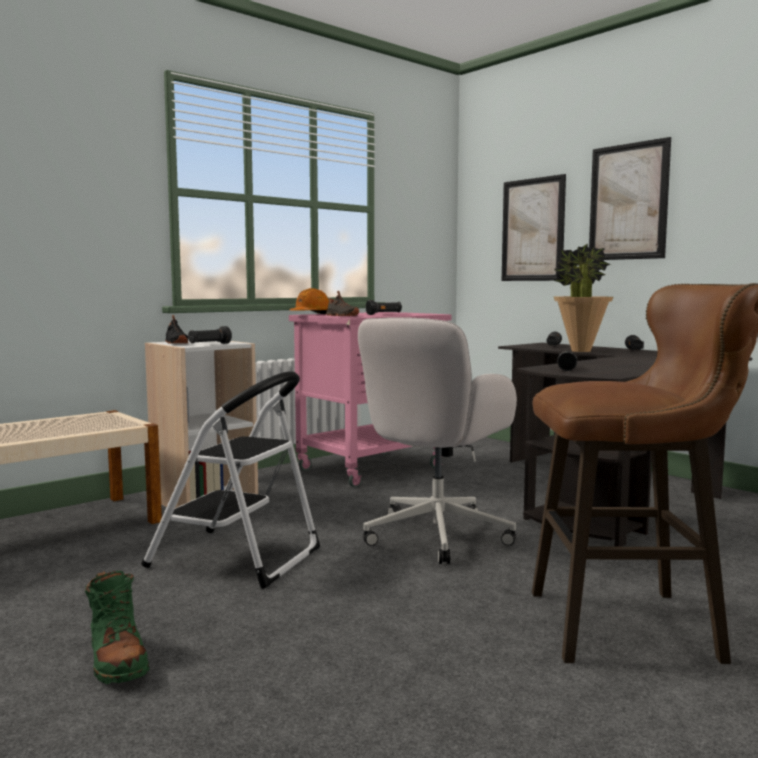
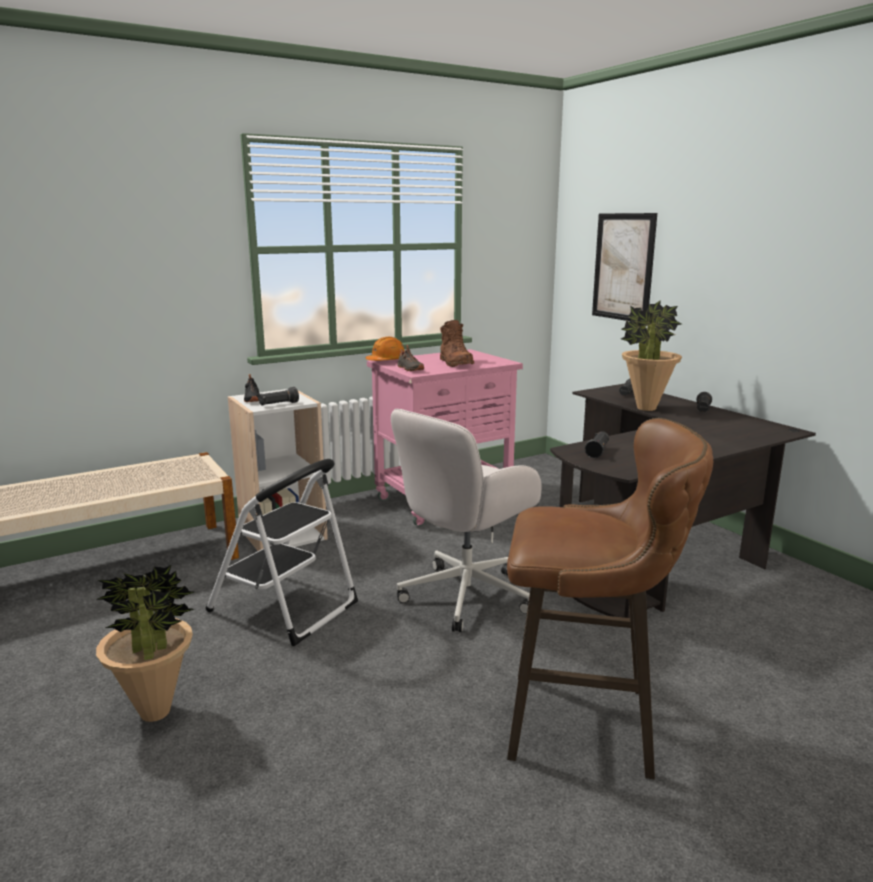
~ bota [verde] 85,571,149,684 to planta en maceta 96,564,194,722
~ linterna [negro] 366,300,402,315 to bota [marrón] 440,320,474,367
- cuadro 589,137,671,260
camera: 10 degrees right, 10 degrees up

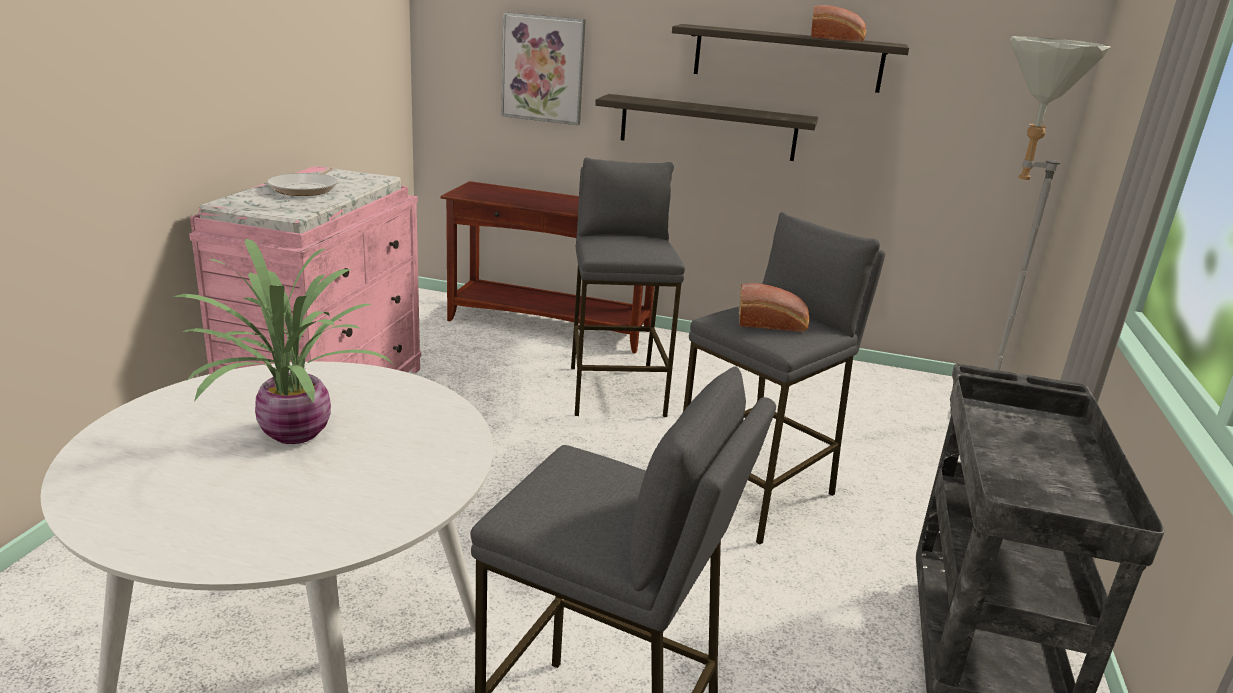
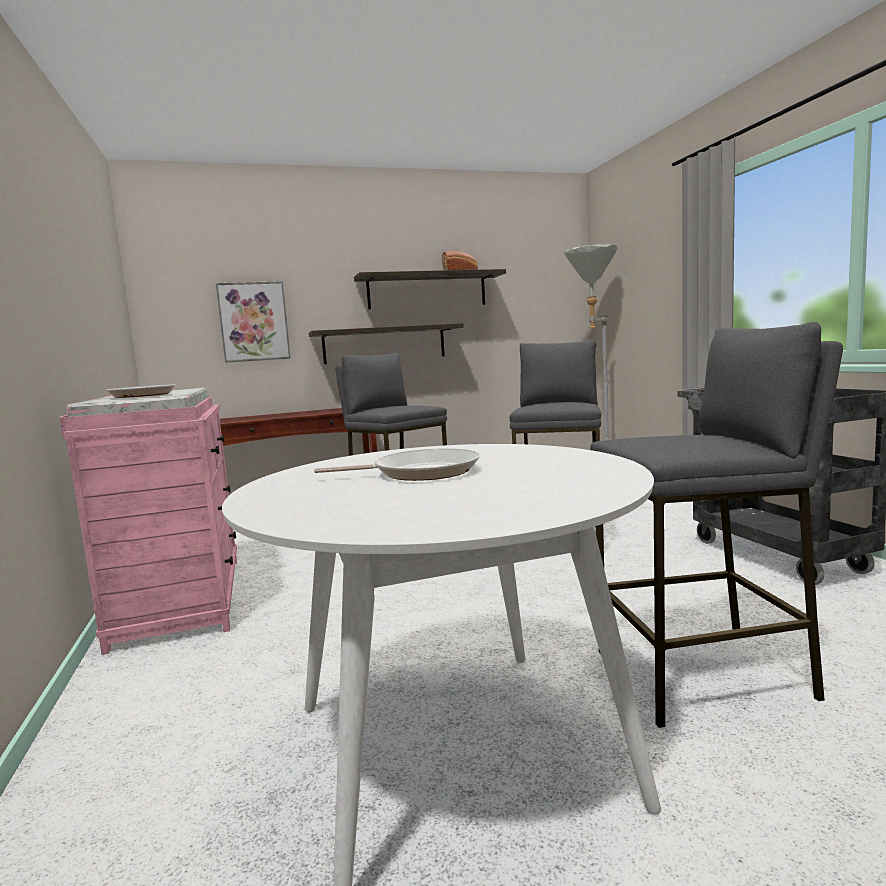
~ planta en maceta 172,238,395,444 to sartén 314,449,480,481
- pan 738,283,809,332
camera: 30 degrees left, 15 degrees down

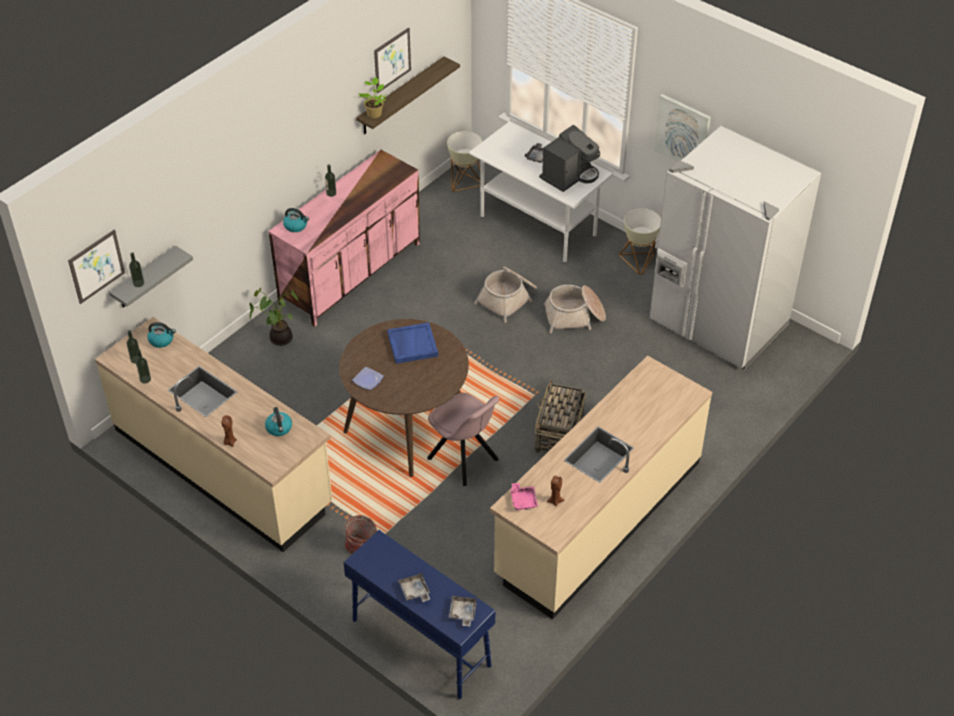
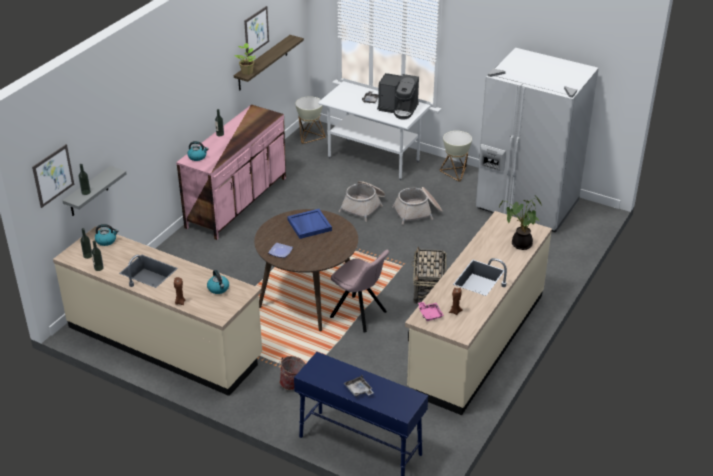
~ cafetera 539,125,600,192 = 377,73,419,119 75 degrees clockwise
~ planta en maceta 249,288,299,346 to 499,196,542,250
- bandeja [gris] 448,596,477,626
- cuadro 654,94,711,162
camera: 10 degrees left, 10 degrees down

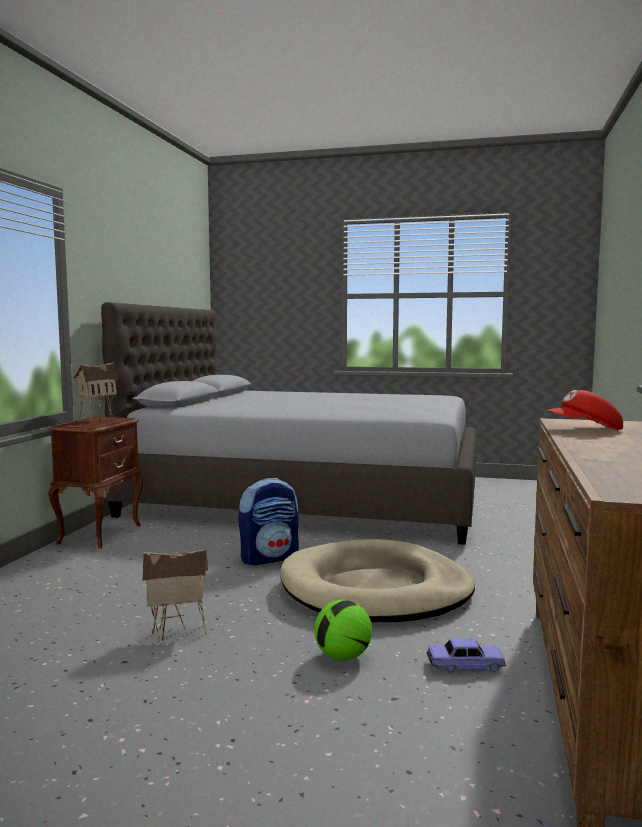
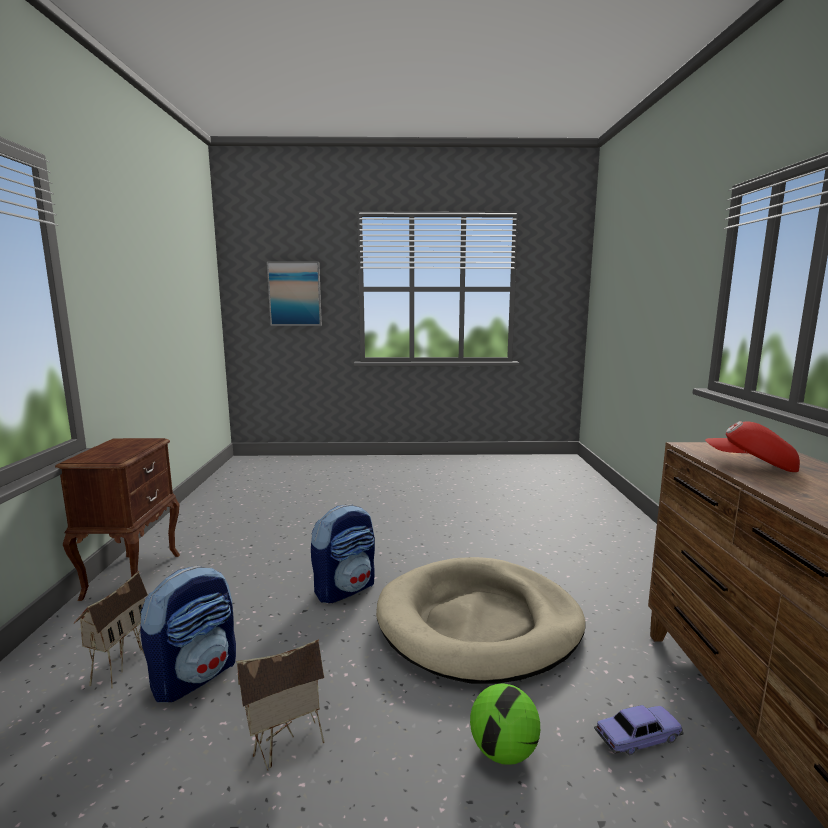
~ casita 73,362,118,423 to 74,571,148,688
+ mochila 140,566,236,702
+ cuadro 267,261,322,326
~ gorra [rojo] 547,390,623,430 = 705,421,800,472 45 degrees clockwise
- cama [gris] 101,302,477,545
camera: 15 degrees left, 5 degrees up

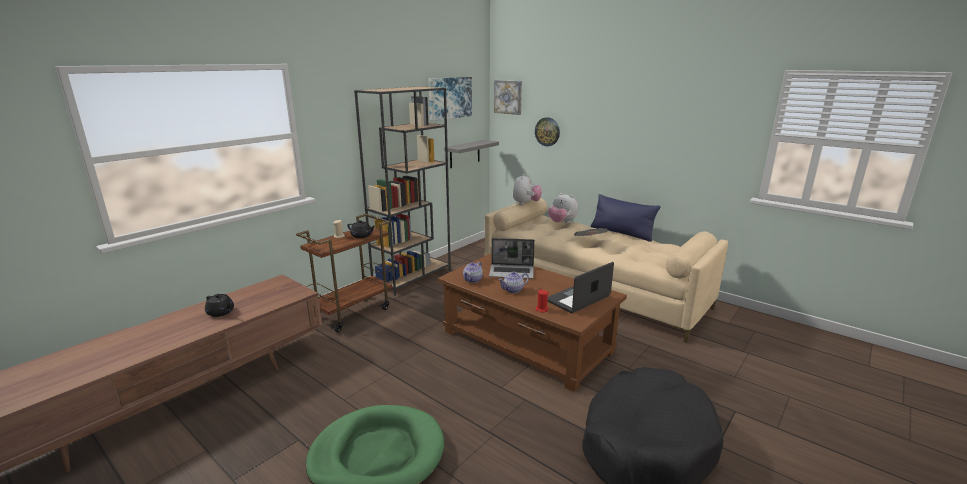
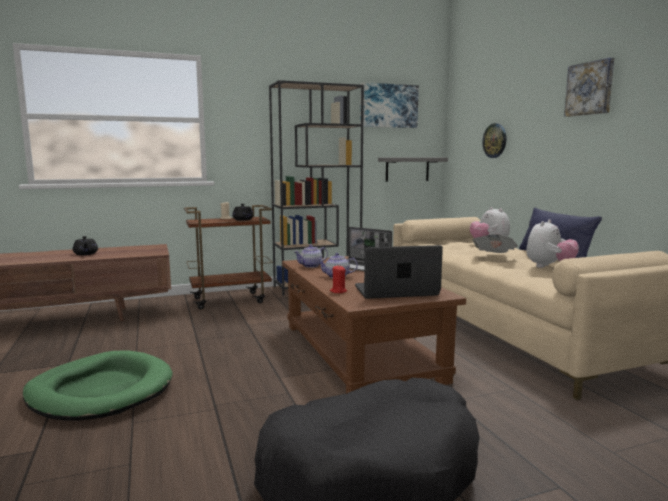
~ peluche 513,174,542,205 to 526,220,579,268
~ cuadro 494,80,522,115 to 564,57,614,117
camera: 30 degrees right, 10 degrees down

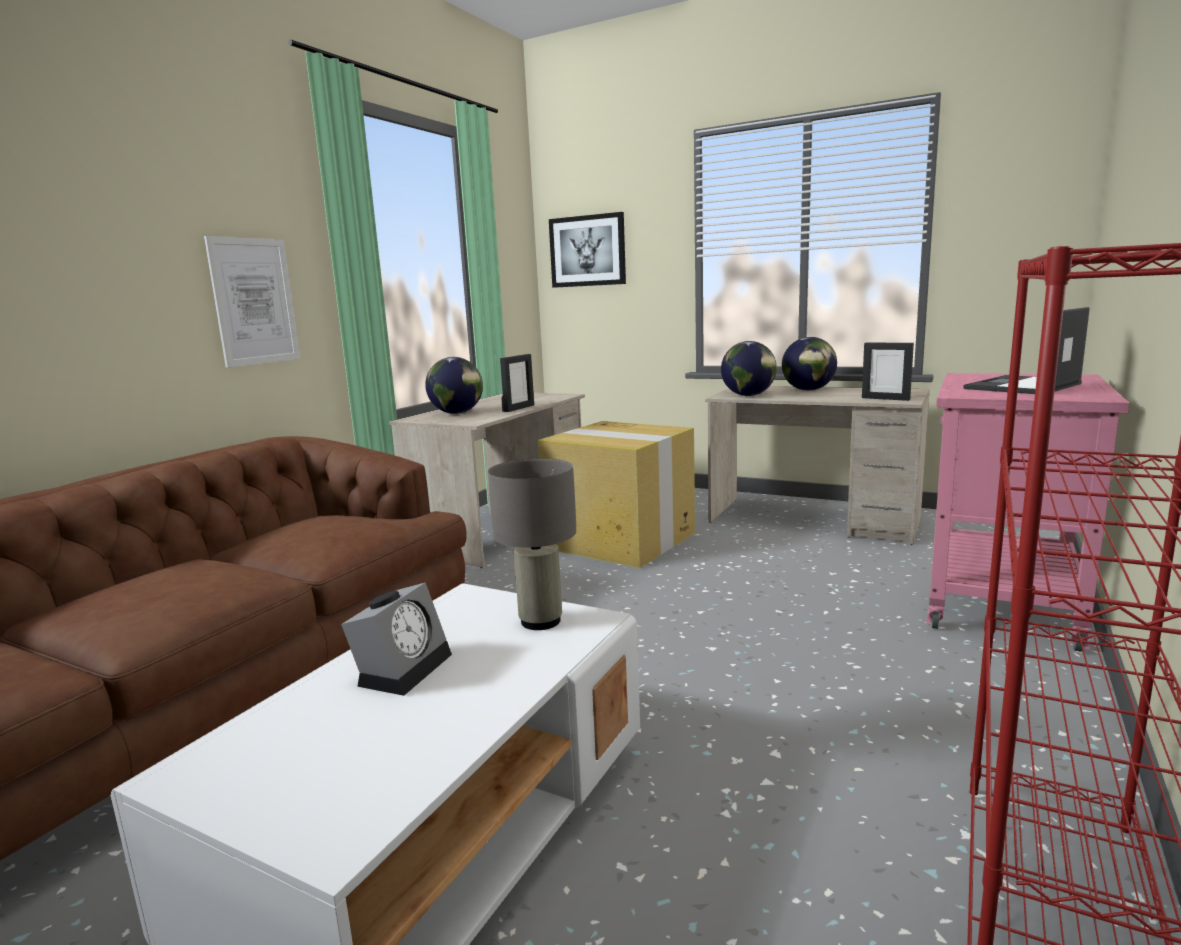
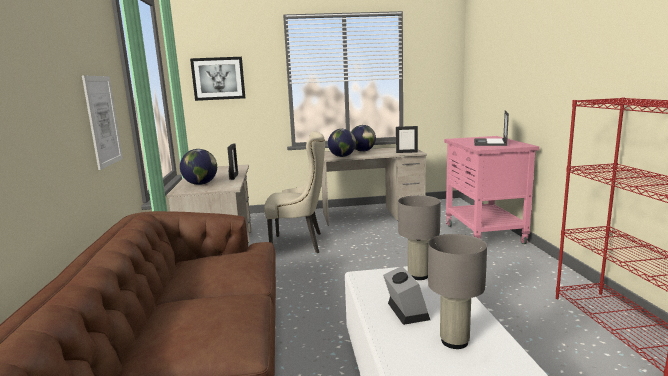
~ caja de cartón 538,421,695,568 to silla [beis] 264,131,325,253
+ lámpara de mesa [gris] 428,234,487,349
camera: 35 degrees left, 0 degrees up

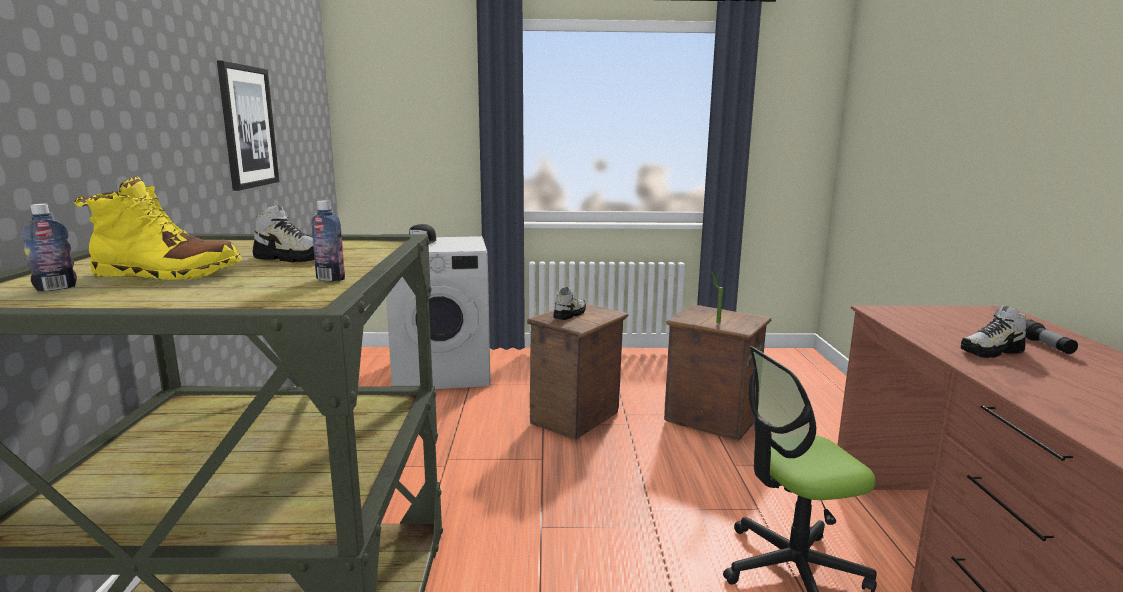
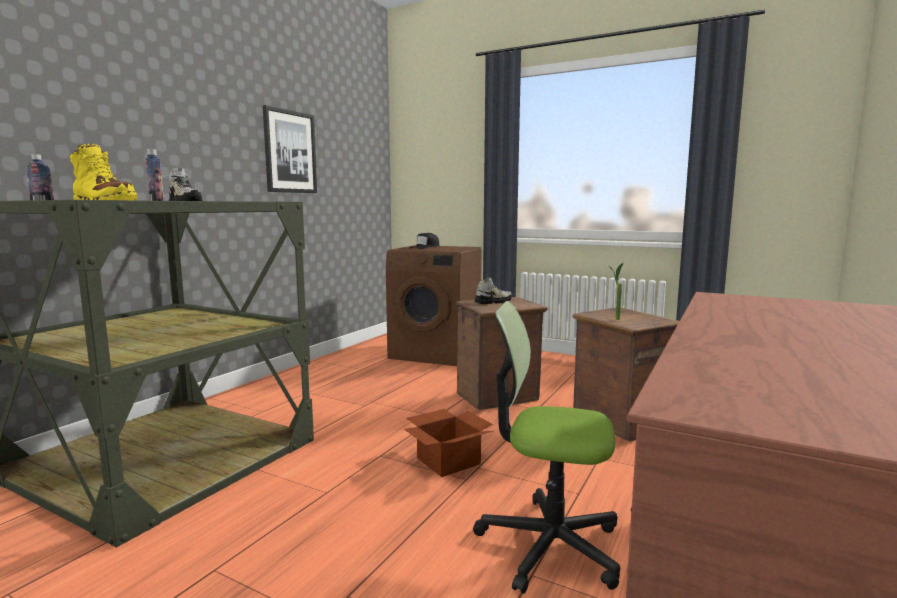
~ lavadora [blanco] 386,236,491,389 to lavadora [marrón] 386,245,481,366
+ caja de cartón 404,409,493,477
- zapato 961,305,1027,358
- linterna 1025,319,1078,354
camera: 30 degrees right, 5 degrees down

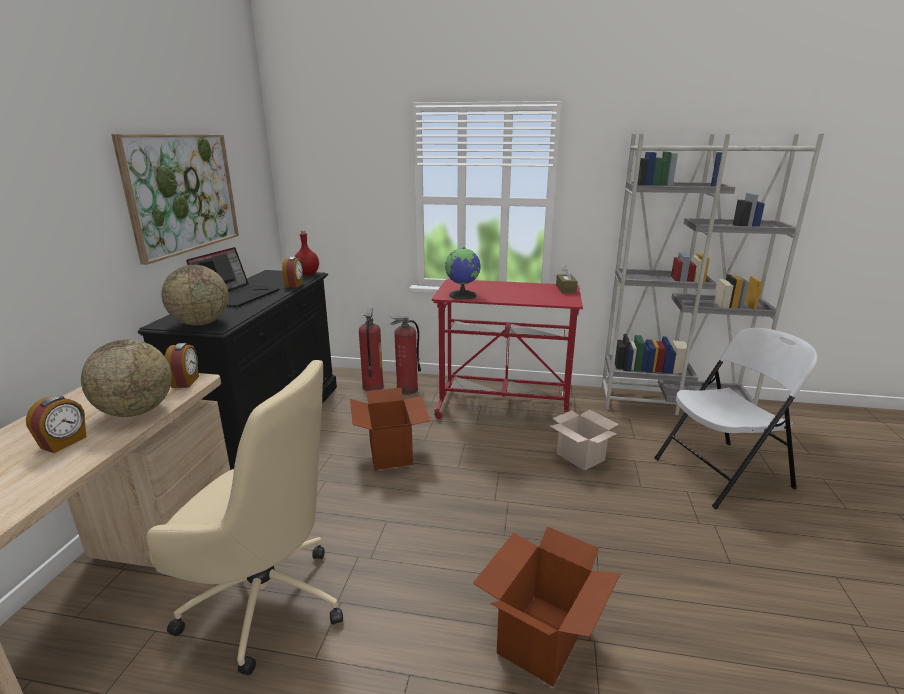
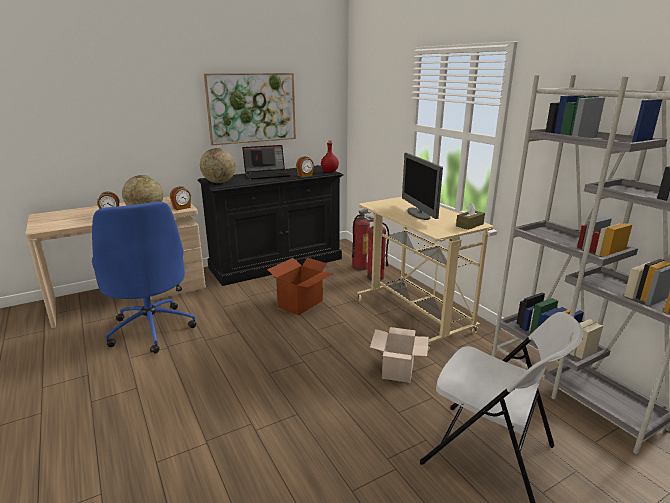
~ silla de oficina [beis] 147,360,343,675 to silla de oficina [azul] 92,202,196,354
~ escritorio [rojo] 432,279,583,419 to escritorio [beis] 357,197,493,351
+ monitor 402,153,443,220
- globo terráqueo 445,247,480,299
- caja de cartón 473,526,621,686
camera: 50 degrees right, 0 degrees up

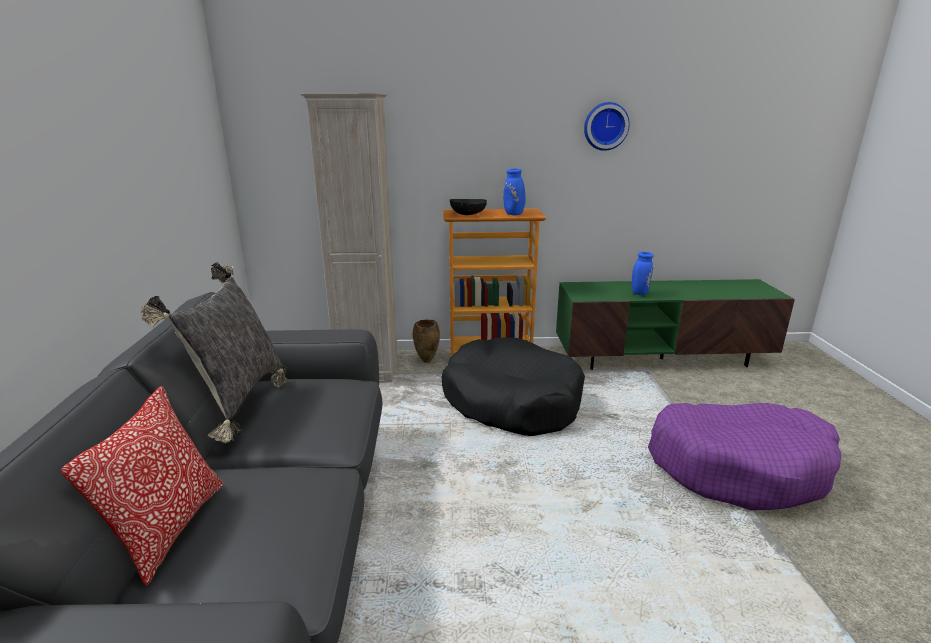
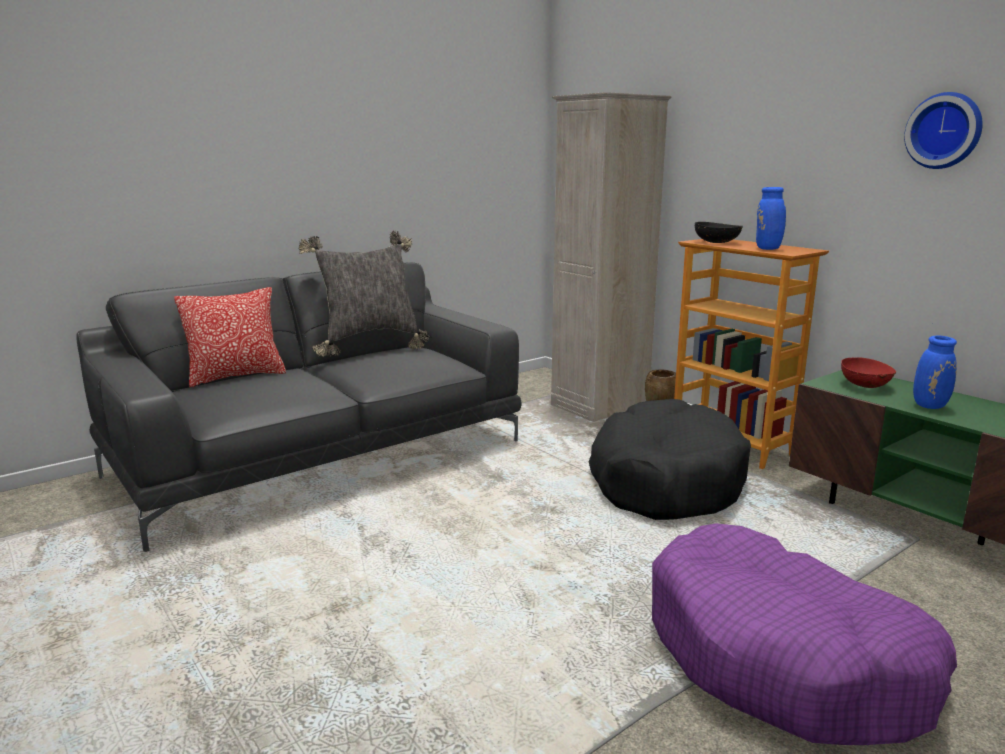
+ cuenco [rojo] 841,357,896,388
camera: 55 degrees right, 5 degrees down

